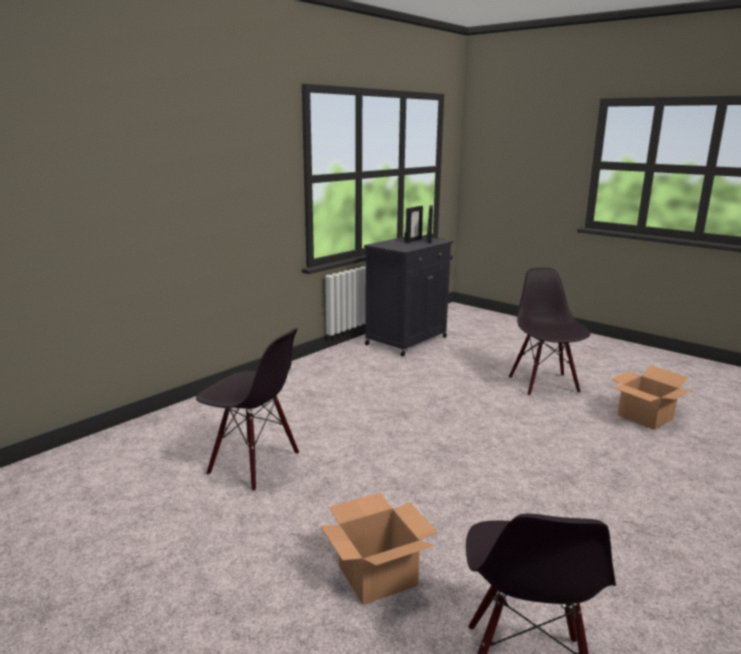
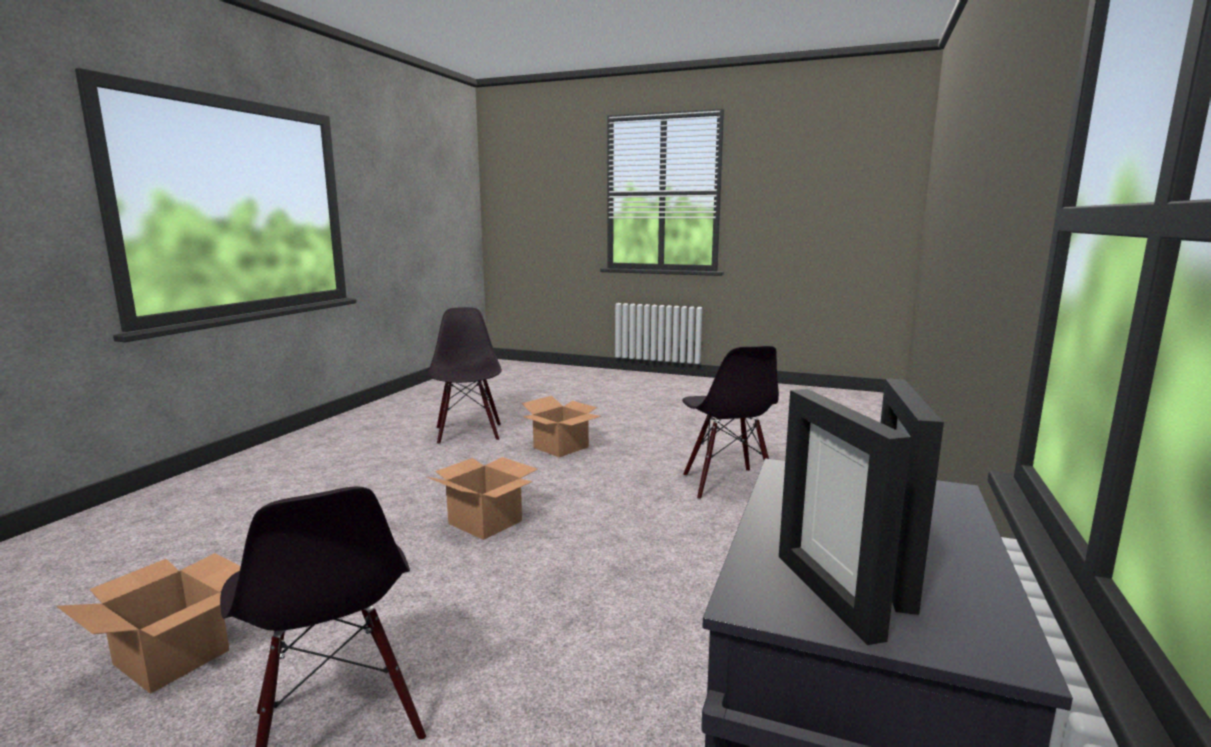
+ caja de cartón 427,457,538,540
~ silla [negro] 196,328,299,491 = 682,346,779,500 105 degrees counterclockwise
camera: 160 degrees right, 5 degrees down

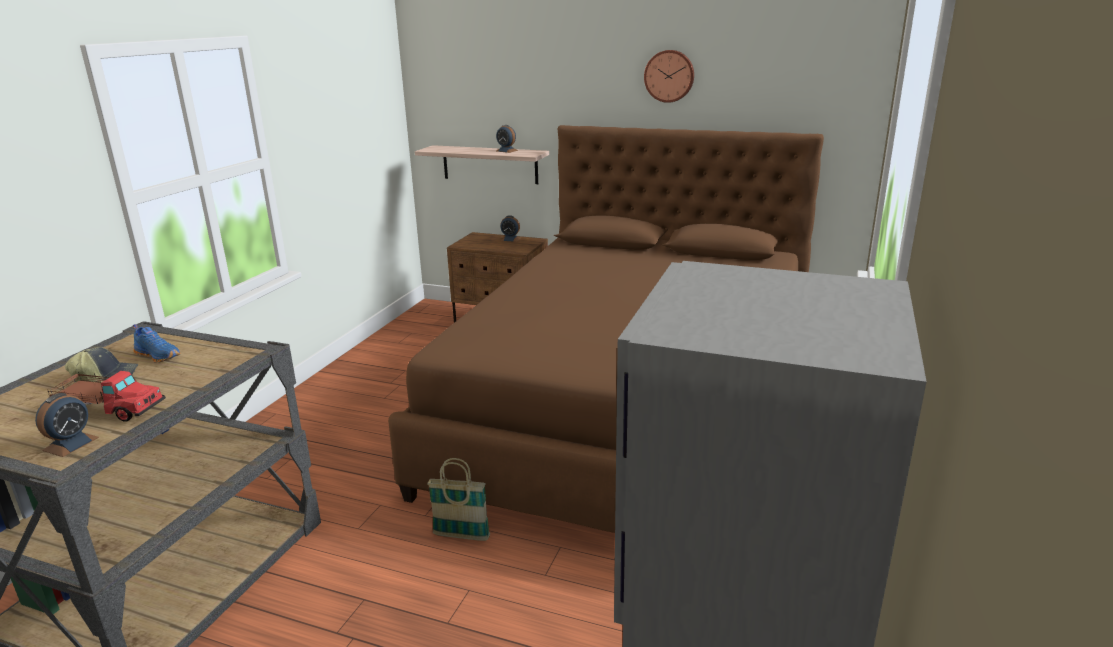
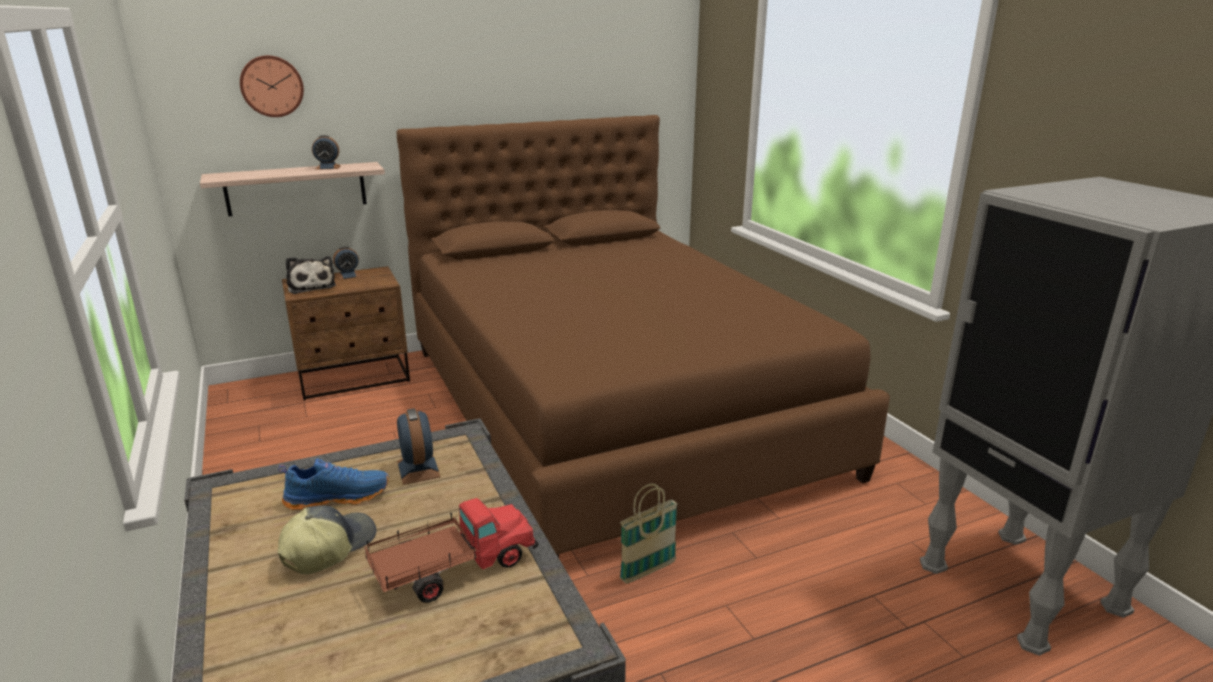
~ reloj de pared 644,50,694,103 to 240,55,304,117
+ peluche 286,256,336,294
~ despertador 35,393,99,457 to 397,408,440,485
camera: 45 degrees left, 0 degrees up

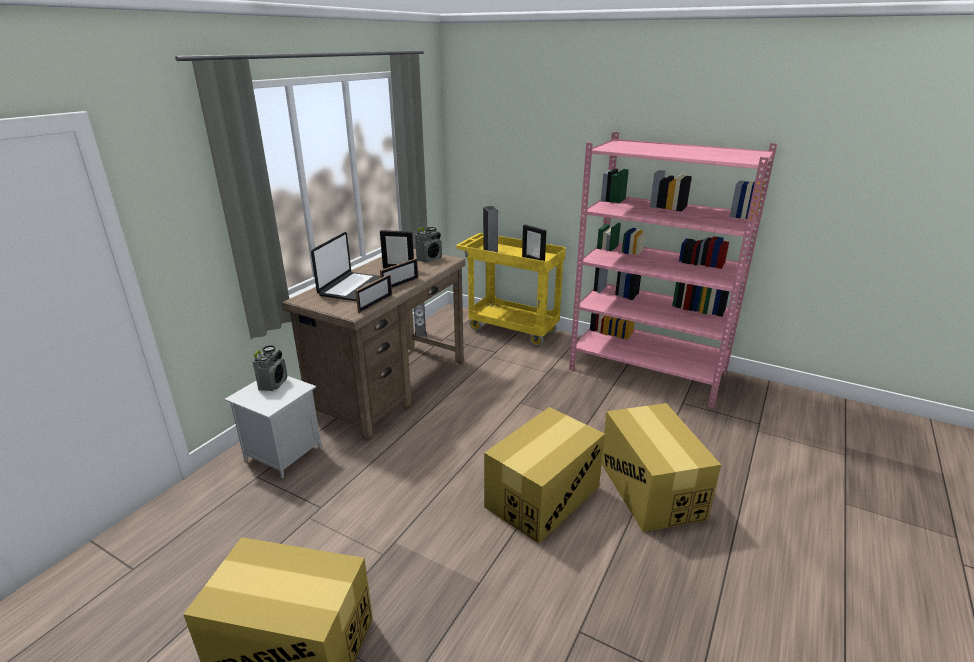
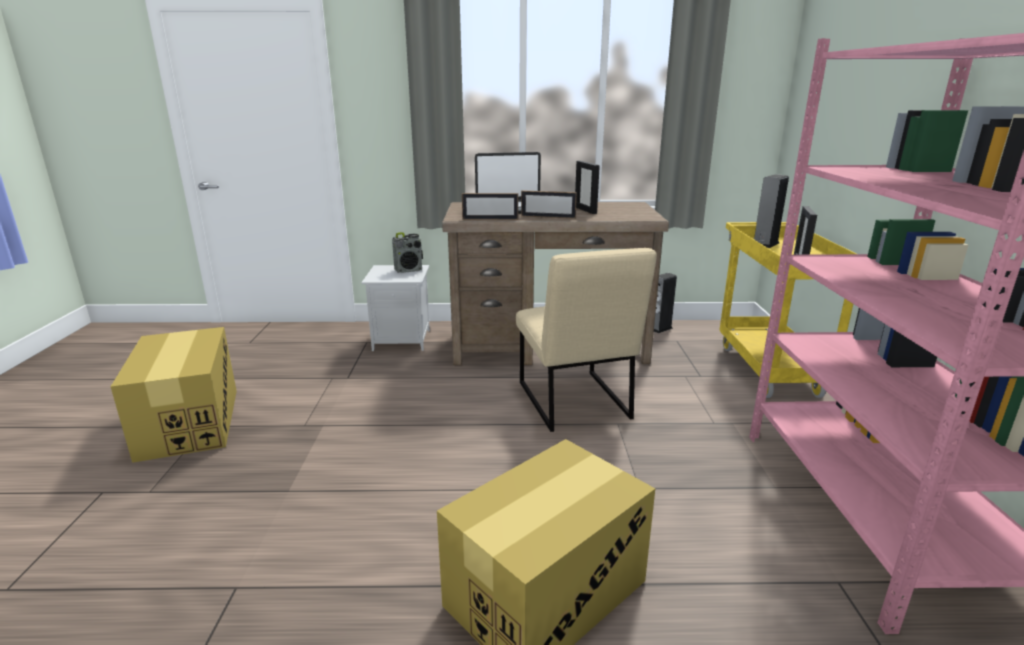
+ silla [beis] 516,248,657,432
- radio 415,227,442,262
- caja de cartón 484,407,605,544
camera: 60 degrees right, 5 degrees down

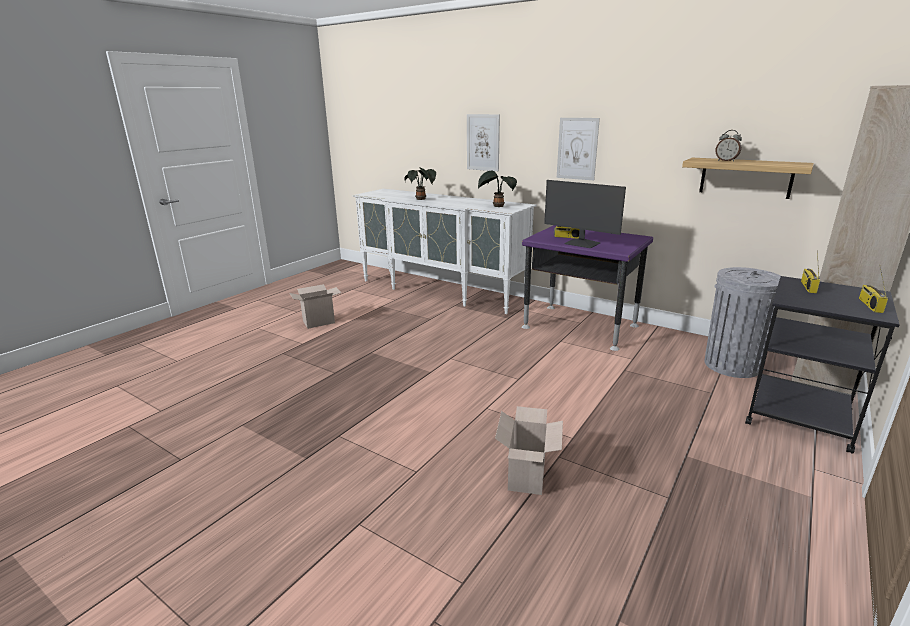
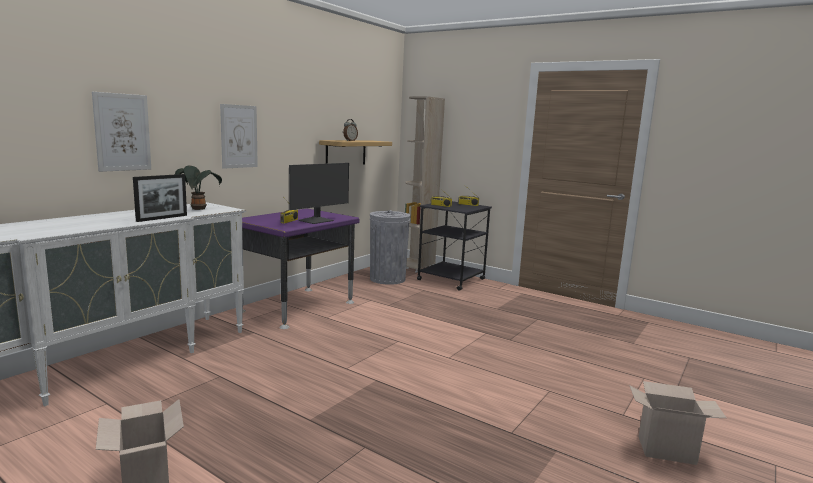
+ portarretratos 133,174,187,222
~ caja de cartón 495,406,563,495 to 629,381,726,465
- planta en maceta 404,167,436,200
camera: 90 degrees left, 10 degrees down

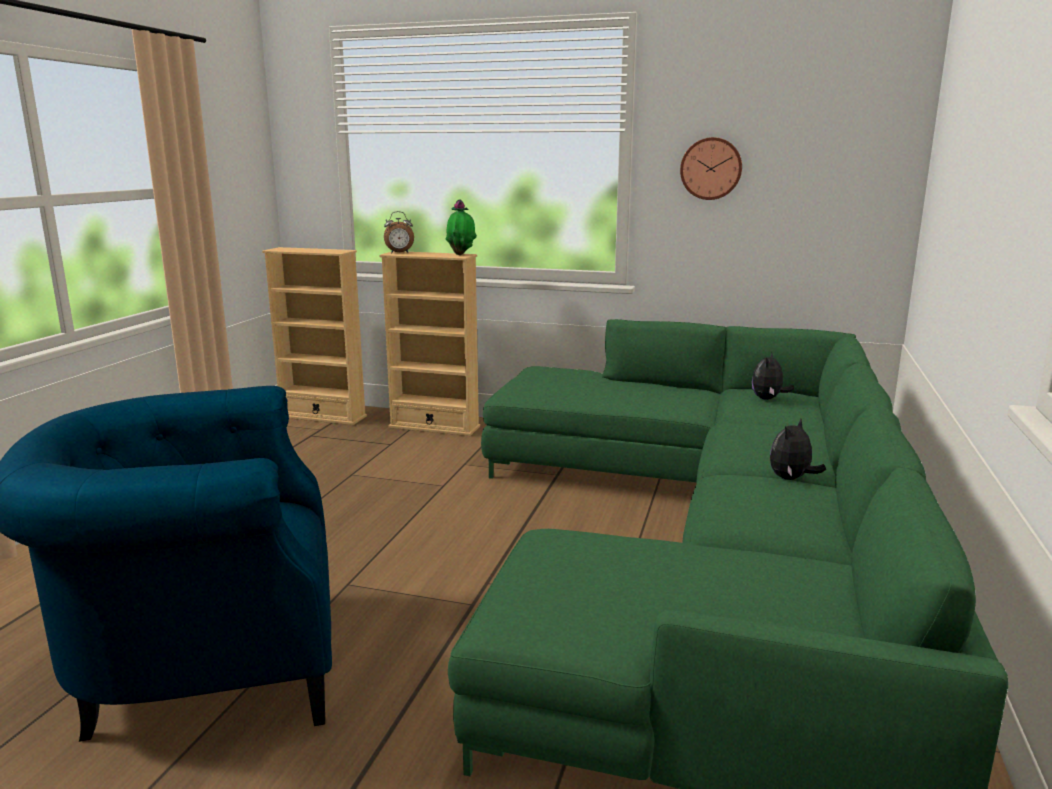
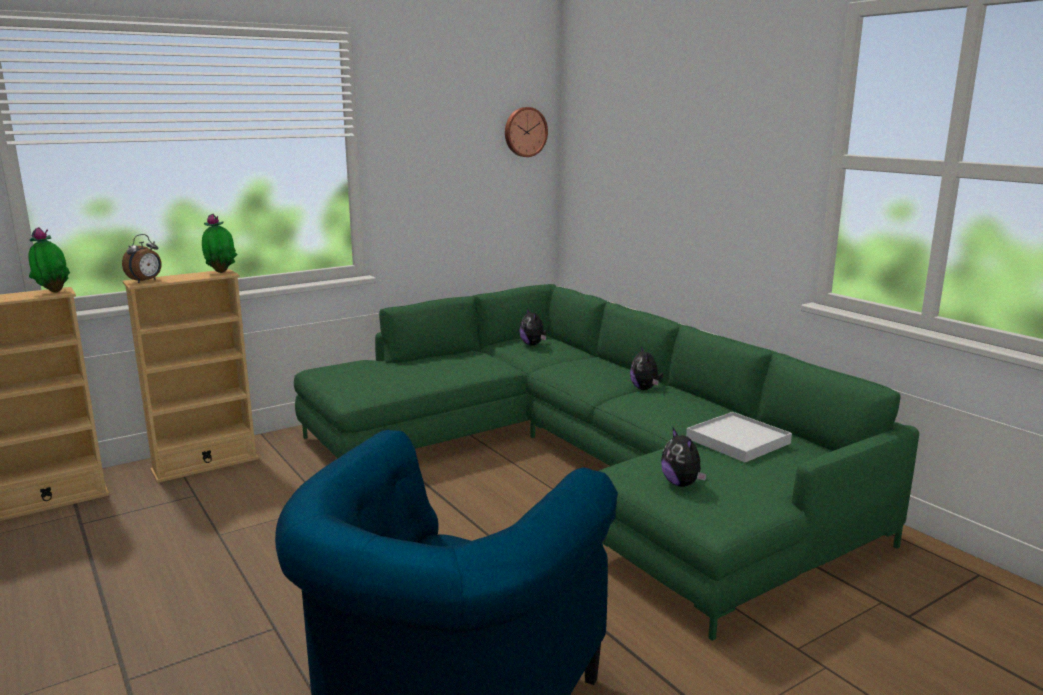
+ planta en maceta 29,227,70,293
~ reloj de pared 680,137,742,200 to 505,107,548,157
+ peluche 661,428,707,487
+ bandeja [blanco] 686,412,792,462
camera: 50 degrees left, 0 degrees up

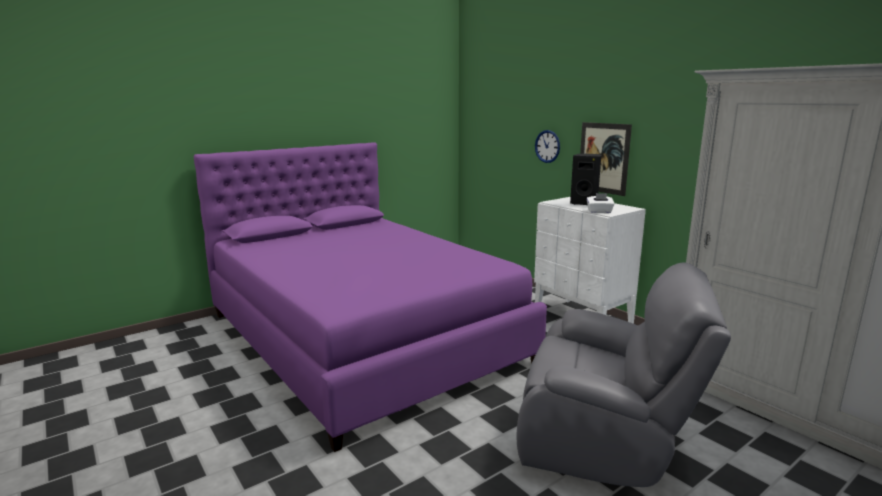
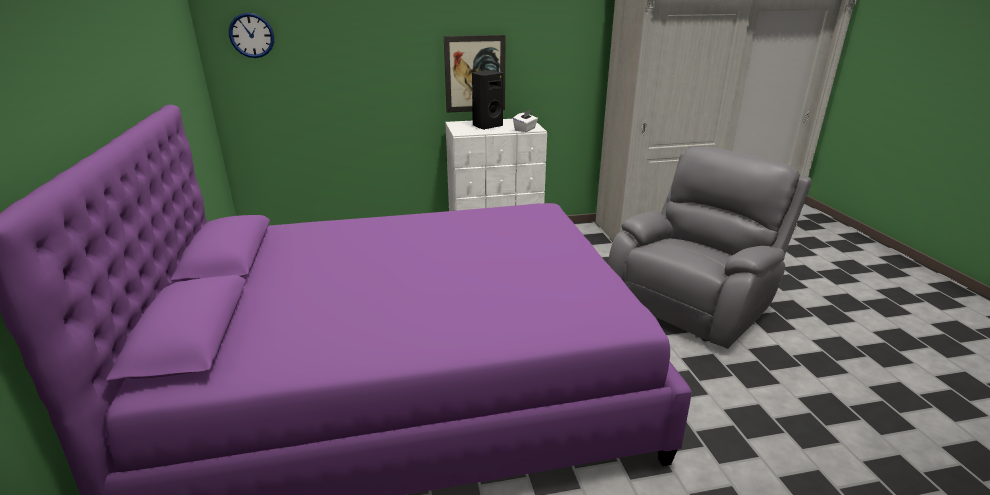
~ reloj de pared 535,130,560,163 to 229,13,274,58
camera: 65 degrees left, 10 degrees up

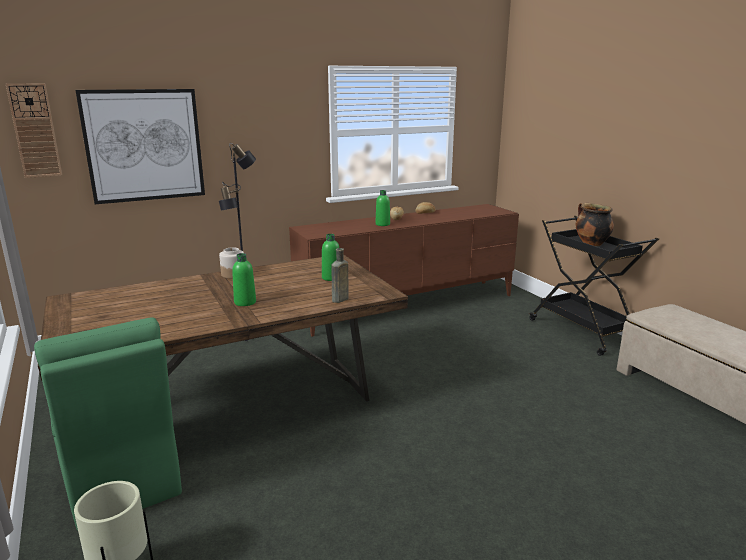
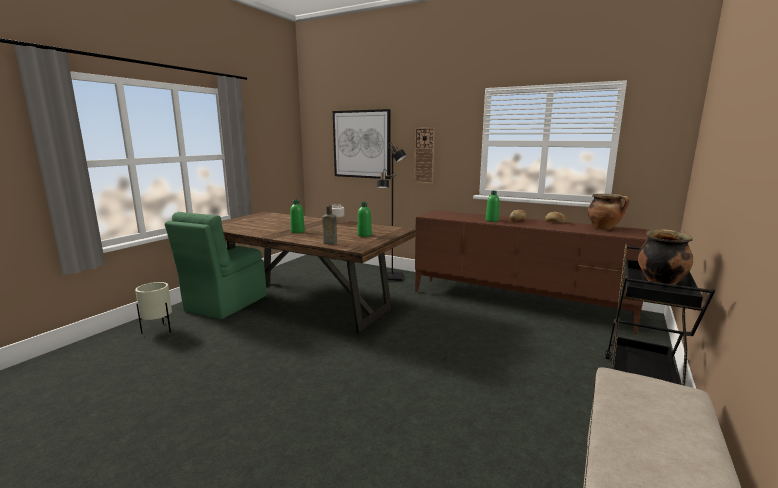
~ reloj de pared 6,83,62,178 to 414,127,435,184
+ olla 588,194,630,230
camera: 55 degrees right, 5 degrees down

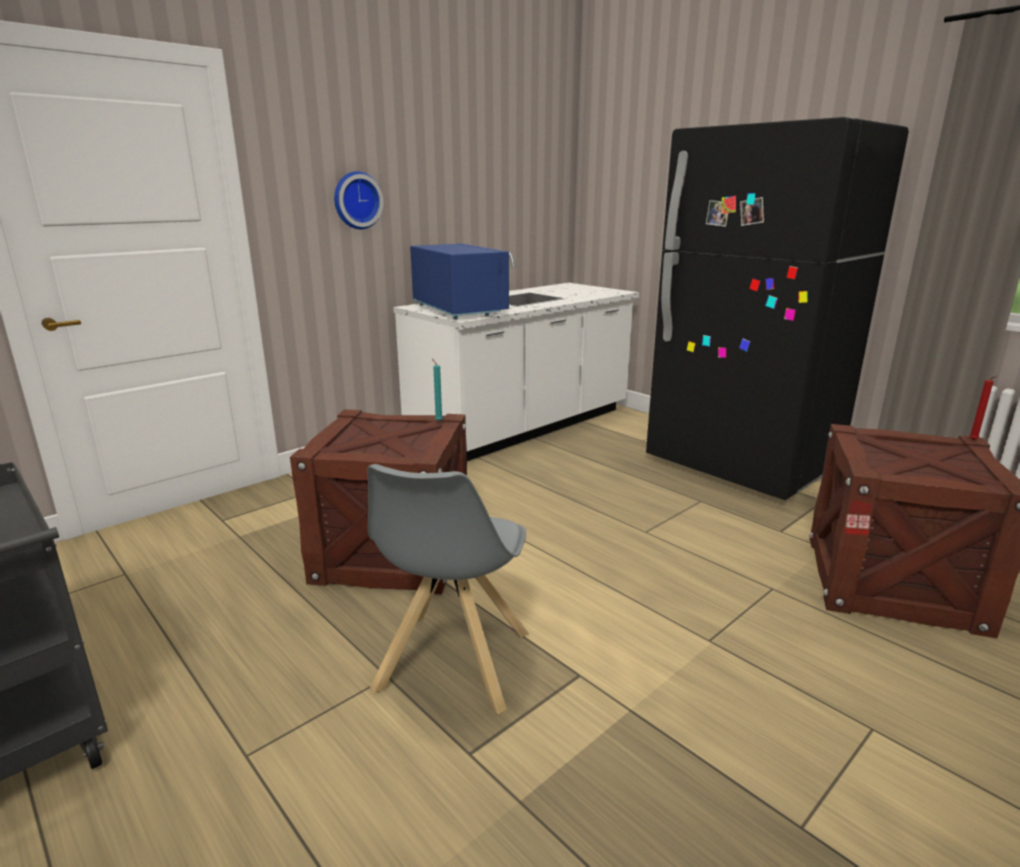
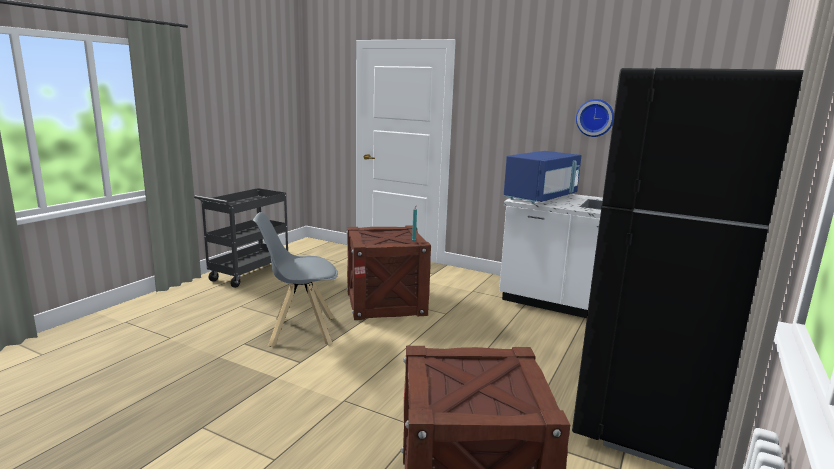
~ reloj de pared 334,171,383,229 to 576,99,614,137
- vela [rojo] 969,376,998,440
camera: 70 degrees right, 5 degrees down

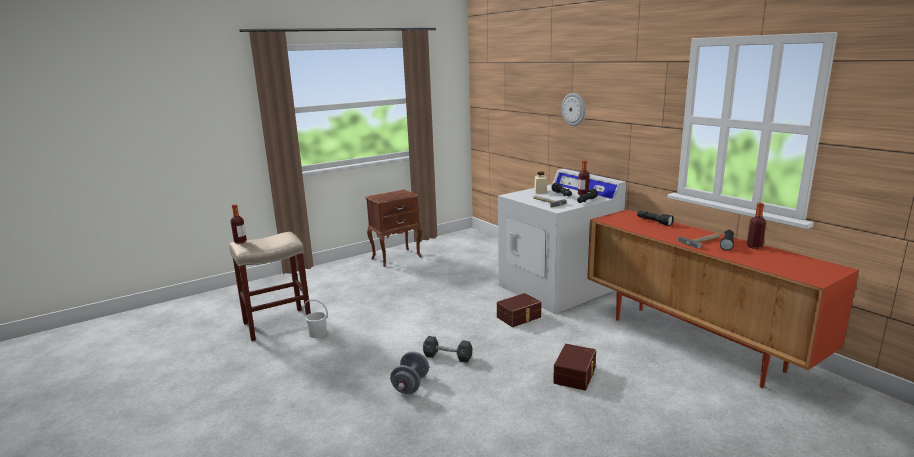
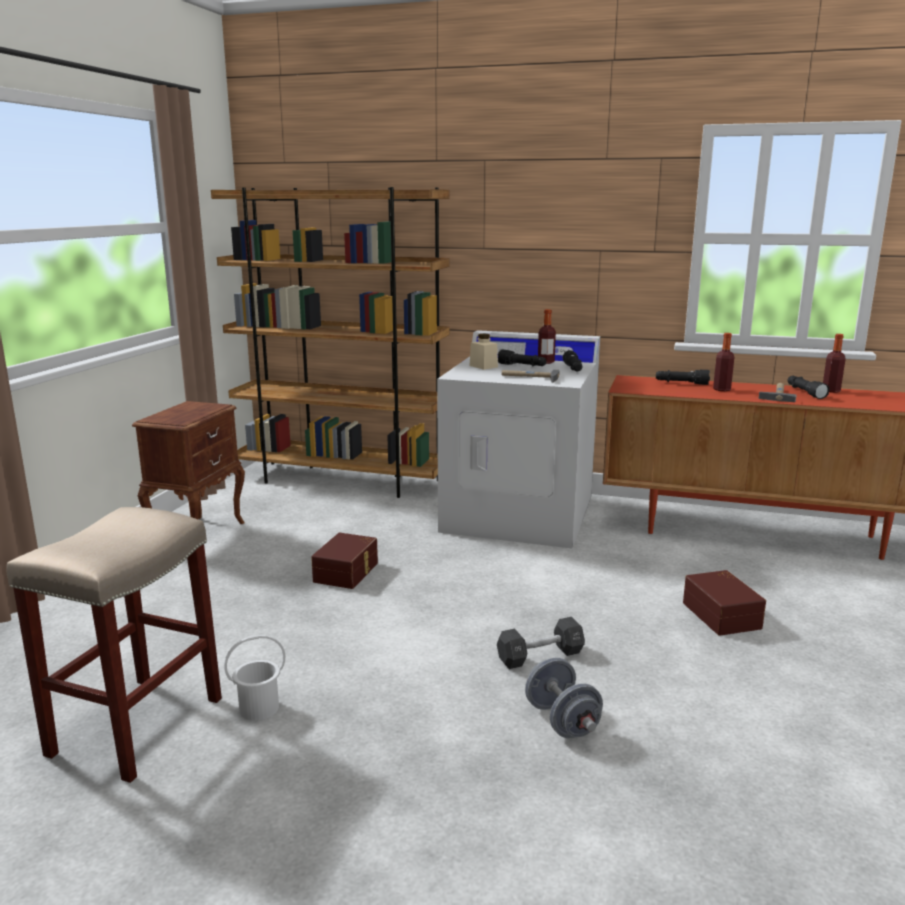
+ estantería [marrón] 211,187,450,498
~ caja de almacenaje [marrón] 497,293,541,327 to 311,533,378,589
~ botella 230,204,247,243 to 713,333,734,391
- reloj de pared 561,93,585,126
camera: 40 degrees left, 0 degrees up

